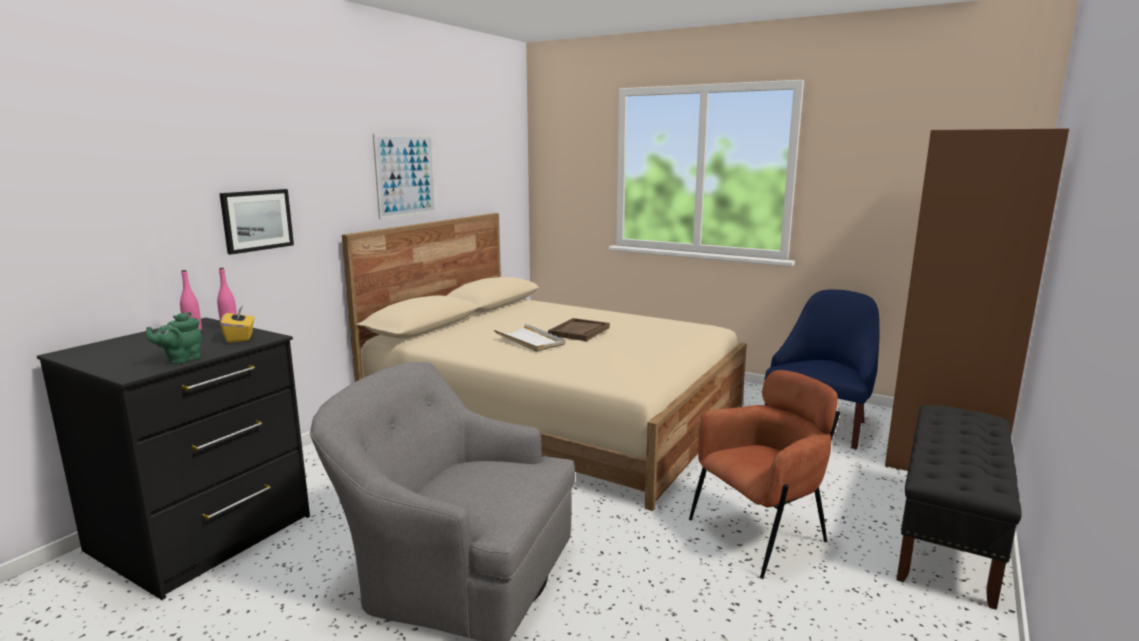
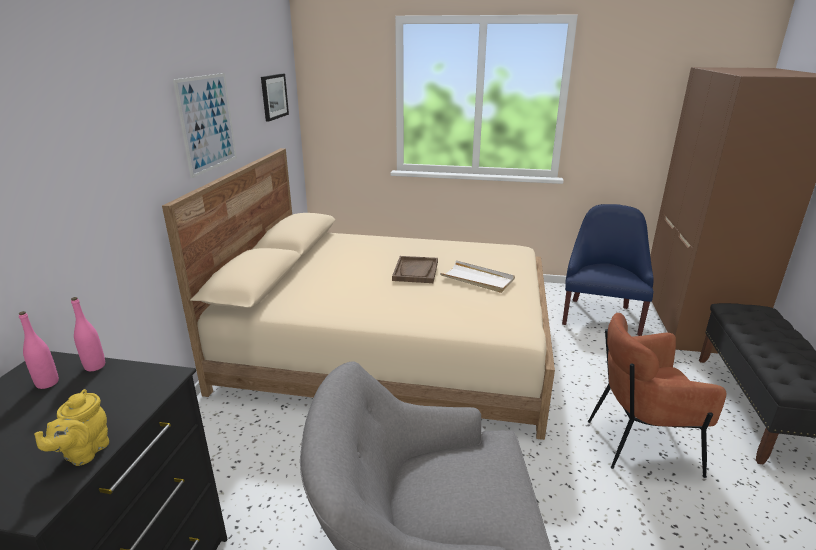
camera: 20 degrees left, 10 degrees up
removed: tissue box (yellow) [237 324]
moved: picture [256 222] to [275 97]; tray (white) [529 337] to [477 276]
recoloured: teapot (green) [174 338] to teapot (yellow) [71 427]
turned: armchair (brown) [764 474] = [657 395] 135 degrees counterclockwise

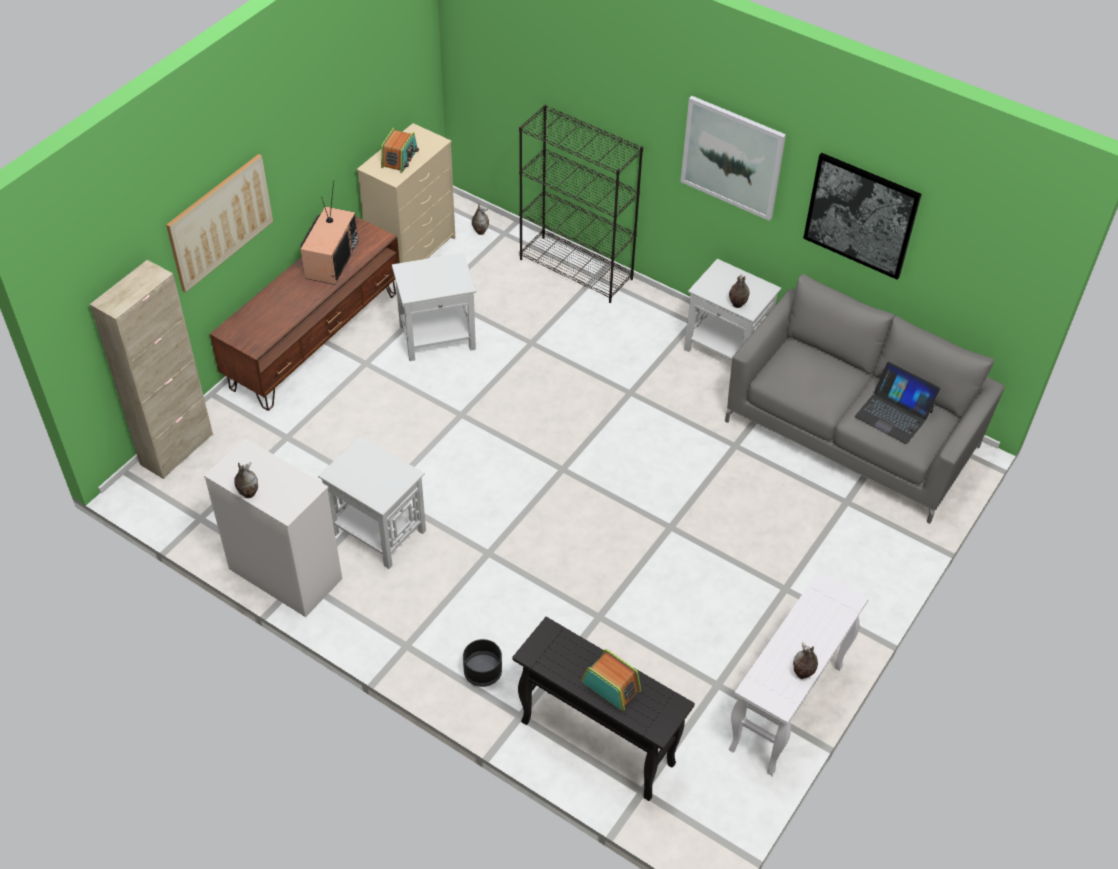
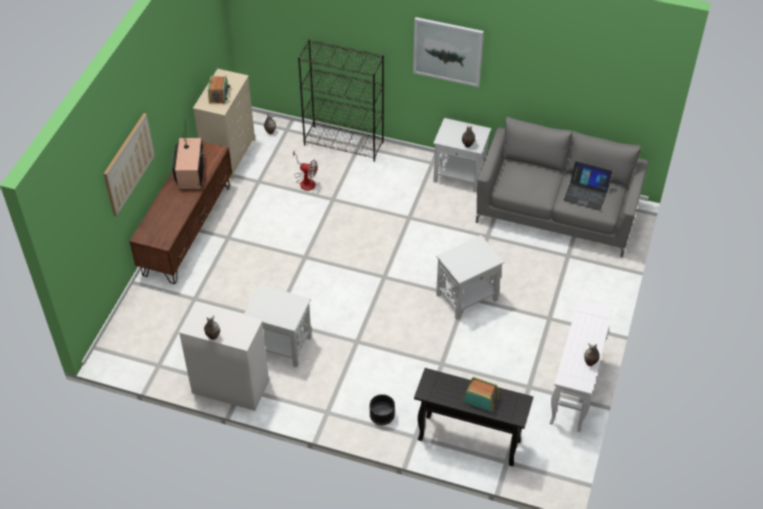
camera: 15 degrees left, 0 degrees up
removed: cabinet (beige) [151 369]; picture [862 216]
added: fan [305 171]
moved: side table (white) [434 307] to [470 277]

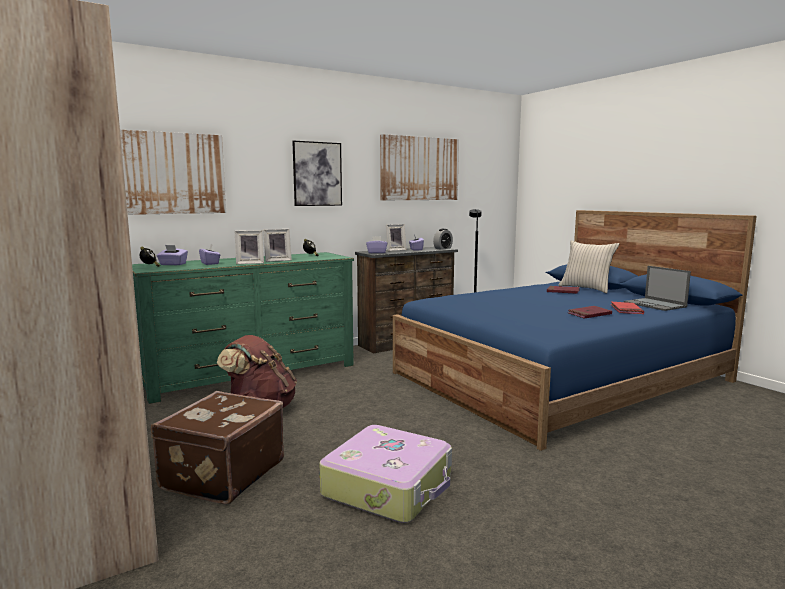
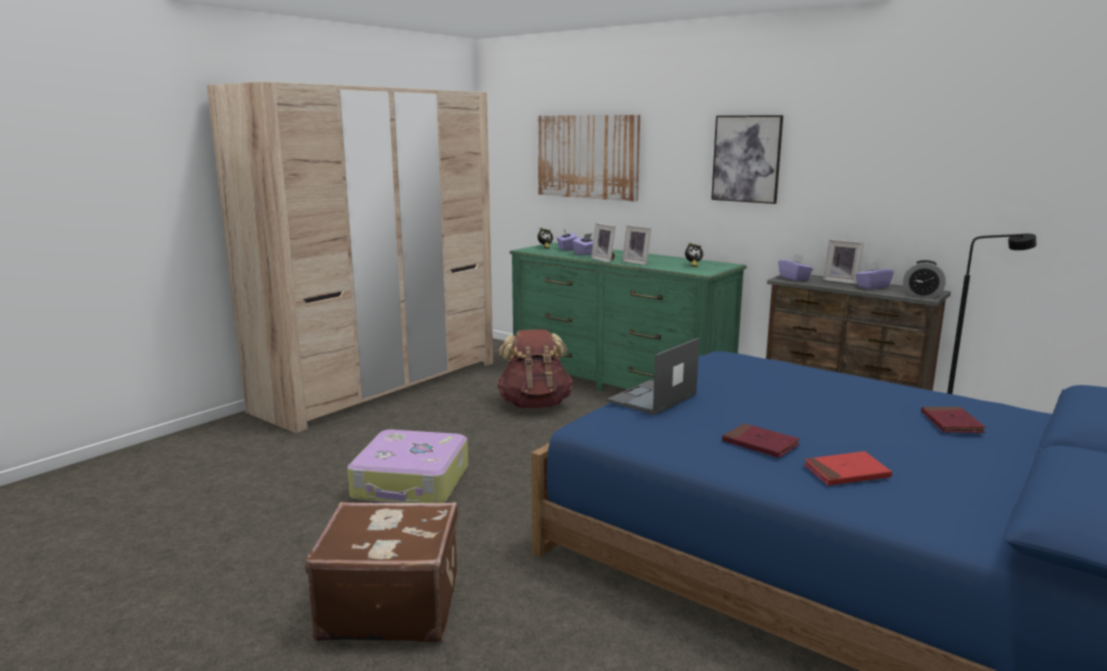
camera: 70 degrees right, 5 degrees up
removed: picture [419 167]; pillow (beige) [588 266]
moved: suitcase (brown) [217 448] to [381 572]; laptop [657 288] to [653 376]

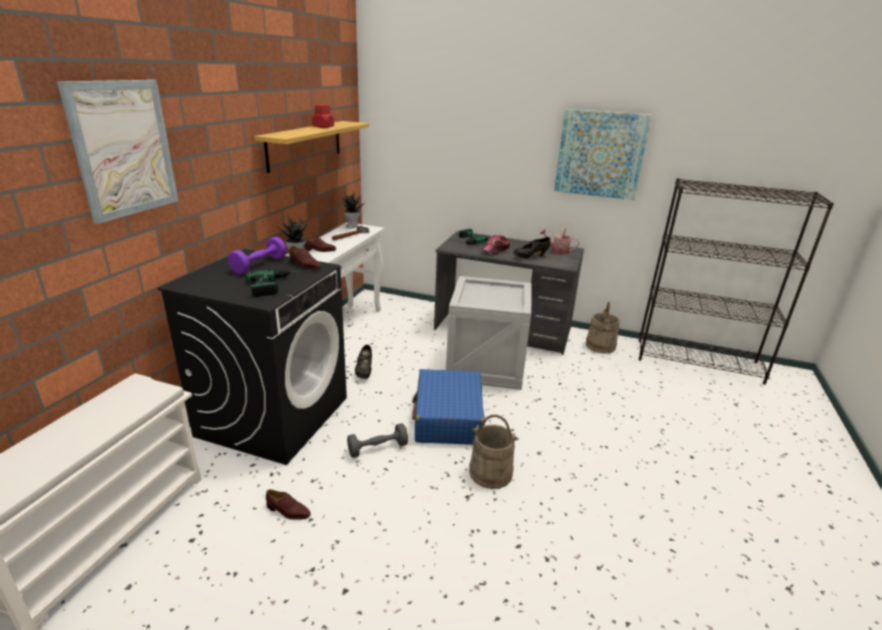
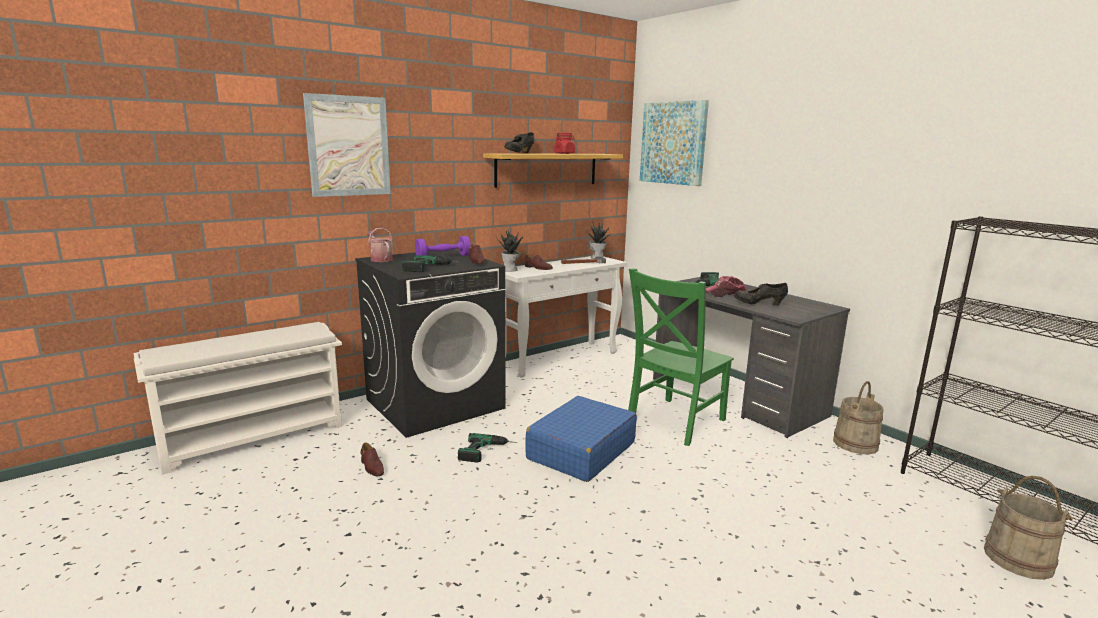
camera: 35 degrees right, 10 degrees down
moved: watering can [559 241] to [380 245]; shoe (black) [363 362] to [519 142]; picture [602 154] to [674 143]; bucket (beige) [494 452] to [1029 528]
replaced: dumbbell (grey) [377 440] to power drill [487 448]; crate [489 333] to chair (green) [681 357]

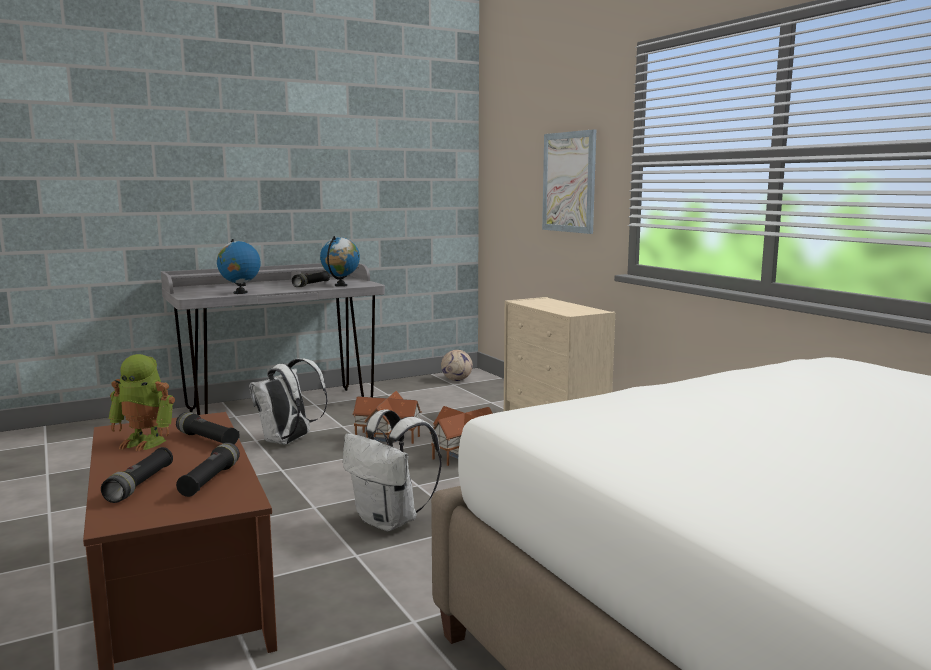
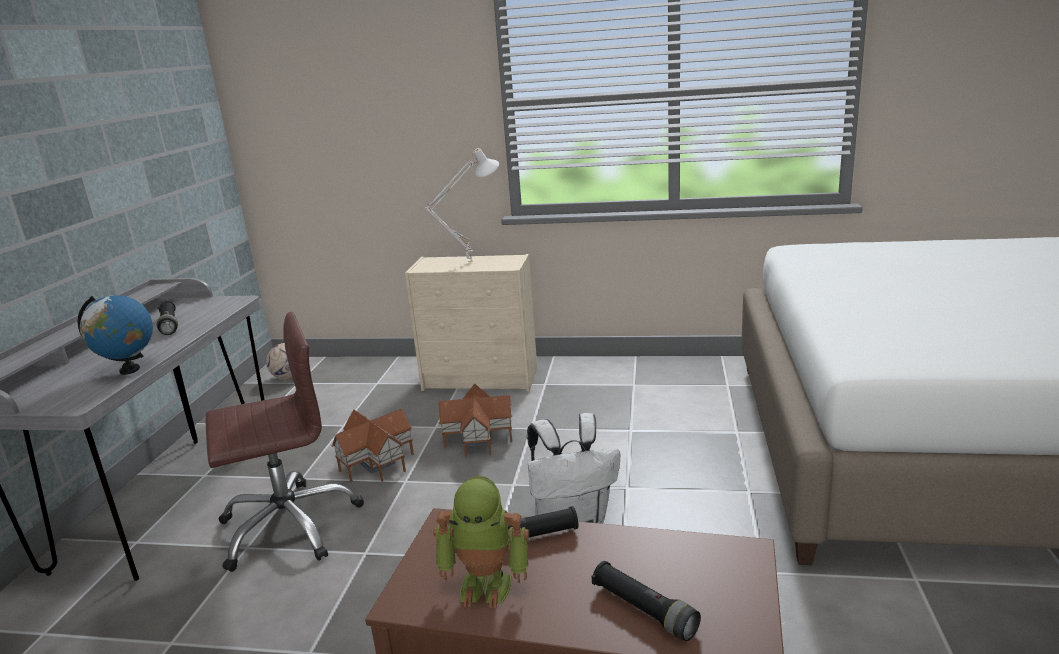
camera: 50 degrees left, 10 degrees up
removed: flashlight (black) [208 469]; globe [340 261]; picture [569 181]
added: table lamp (white) [462 205]
replaced: backpack (white) [288 401] to office chair (brown) [285 442]
turned: toy robot [141 402] = [481 542] 45 degrees clockwise

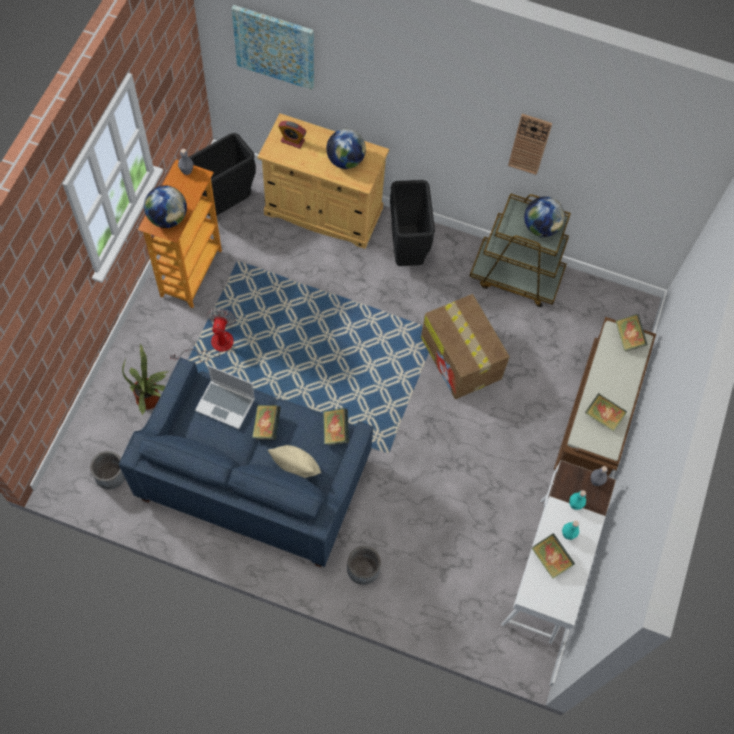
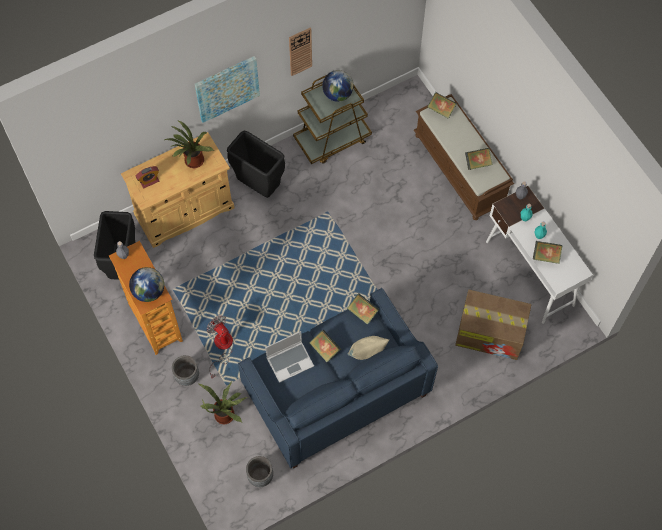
camera: 45 degrees left, 0 degrees up
moved: planter (grey) [364 565] to [185 370]; picture [272 47] to [227 89]; cardboard box [465 346] to [493 325]
replaced: globe [346 149] to potted plant [189 144]

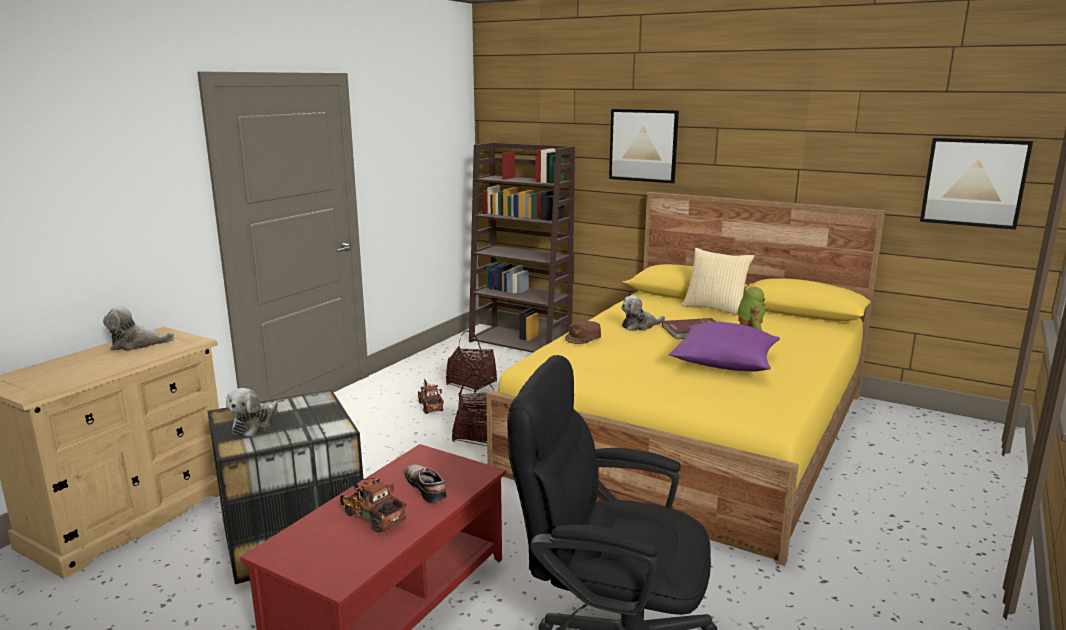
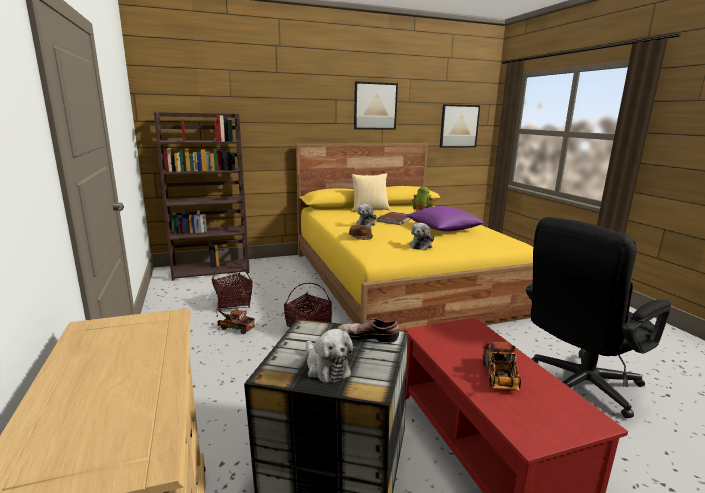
camera: 50 degrees left, 0 degrees up
moved: shoe [426 483] to [368 330]; picture [644 146] to [376 105]; plush toy [138 328] to [421 236]
turned: toy truck [373 502] = [502 366] 75 degrees counterclockwise

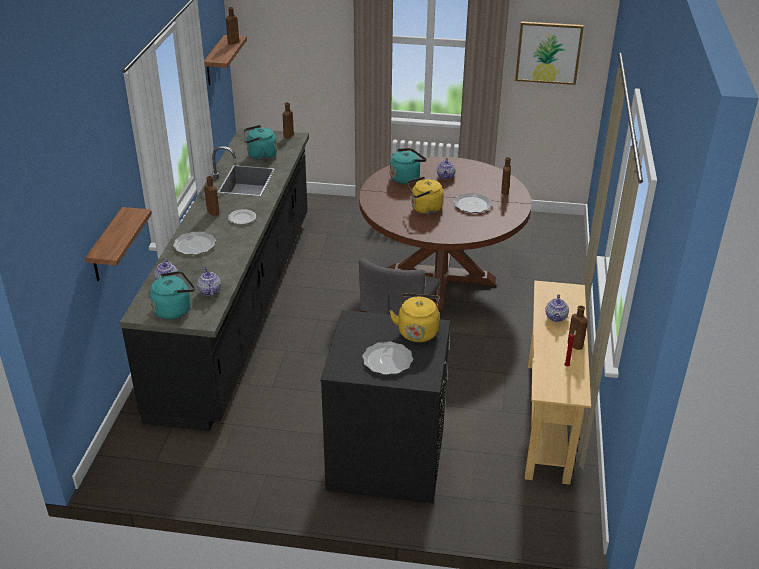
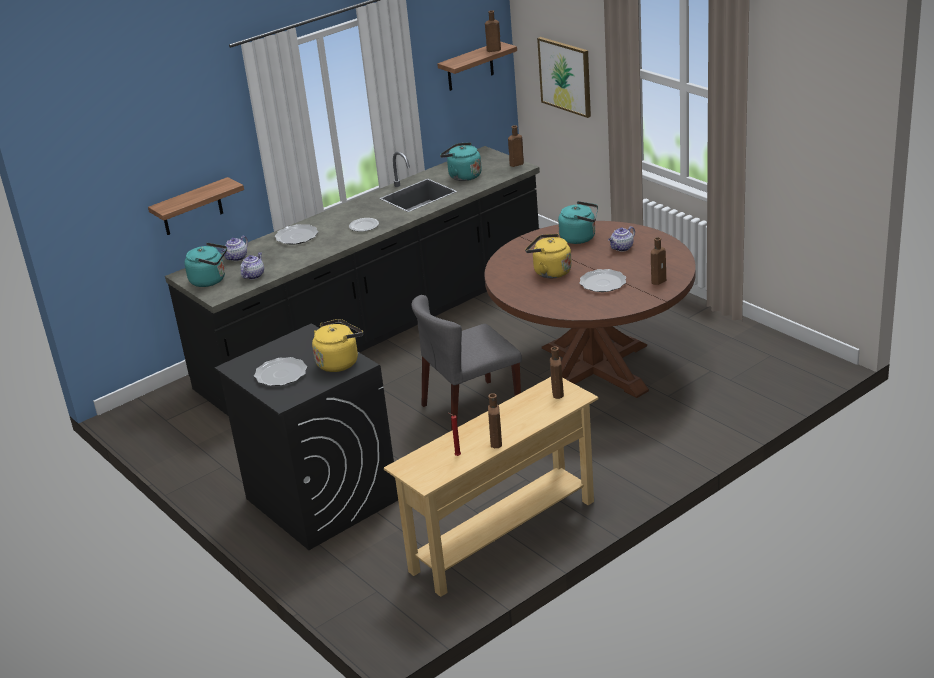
camera: 45 degrees right, 5 degrees down
removed: teapot [557 308]
moved: picture [549 53] to [564 77]; bottle (brown) [212 196] to [557 372]

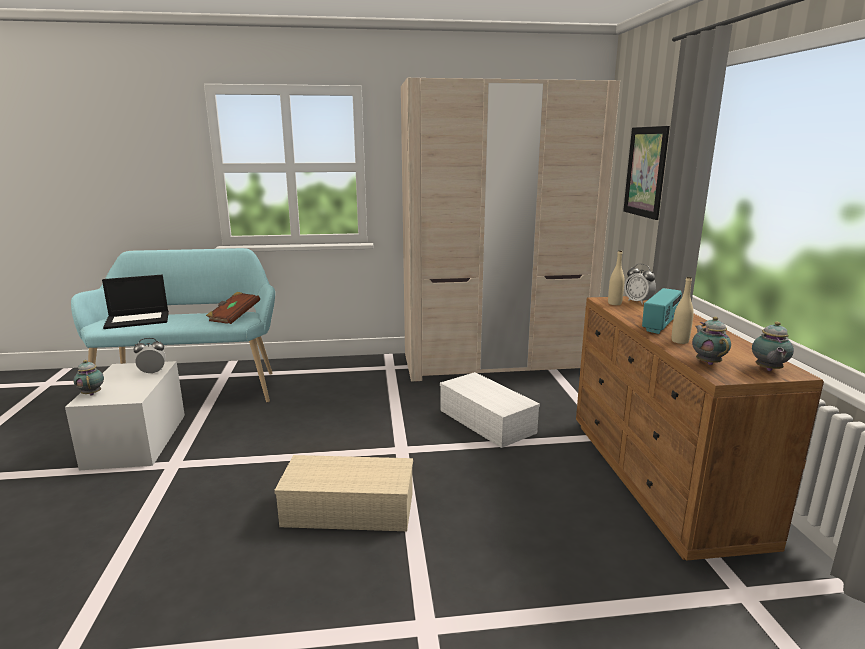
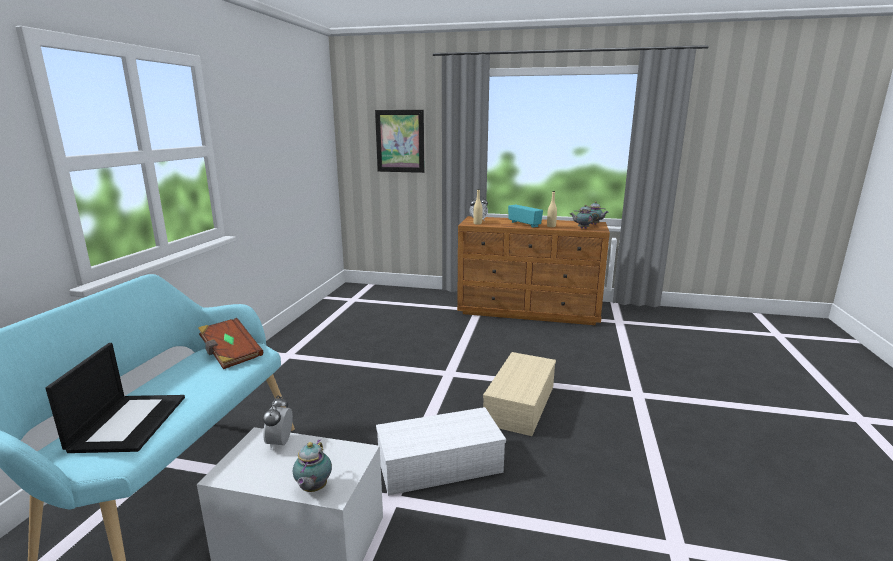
camera: 70 degrees left, 0 degrees up
removed: wardrobe (beige) [510 230]
moved: storage box (white) [490 410] to [441 451]
turned: teapot [88 378] = [312 465] 75 degrees counterclockwise

